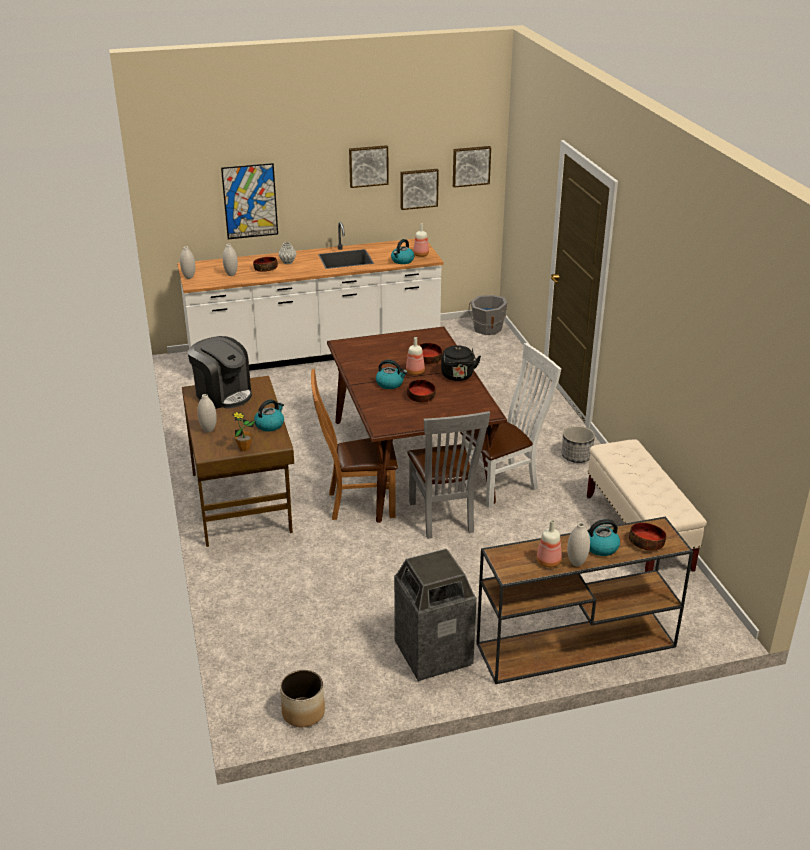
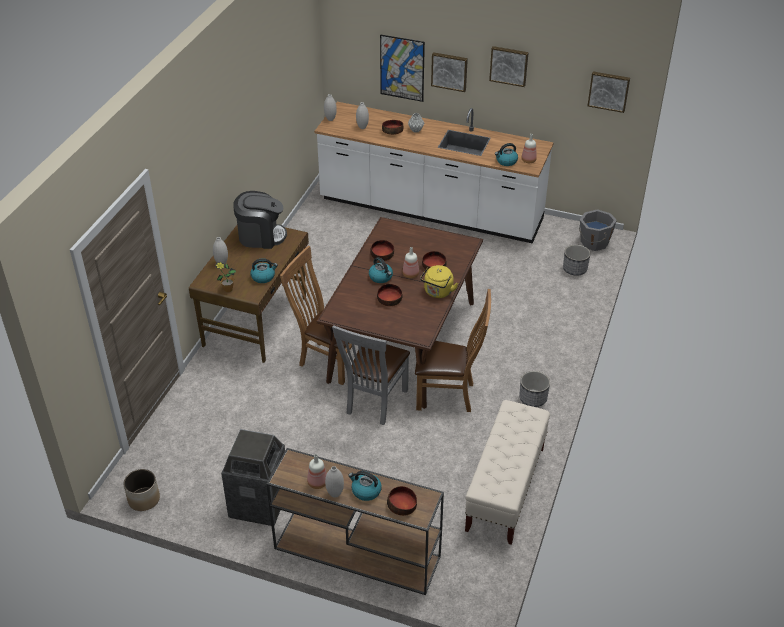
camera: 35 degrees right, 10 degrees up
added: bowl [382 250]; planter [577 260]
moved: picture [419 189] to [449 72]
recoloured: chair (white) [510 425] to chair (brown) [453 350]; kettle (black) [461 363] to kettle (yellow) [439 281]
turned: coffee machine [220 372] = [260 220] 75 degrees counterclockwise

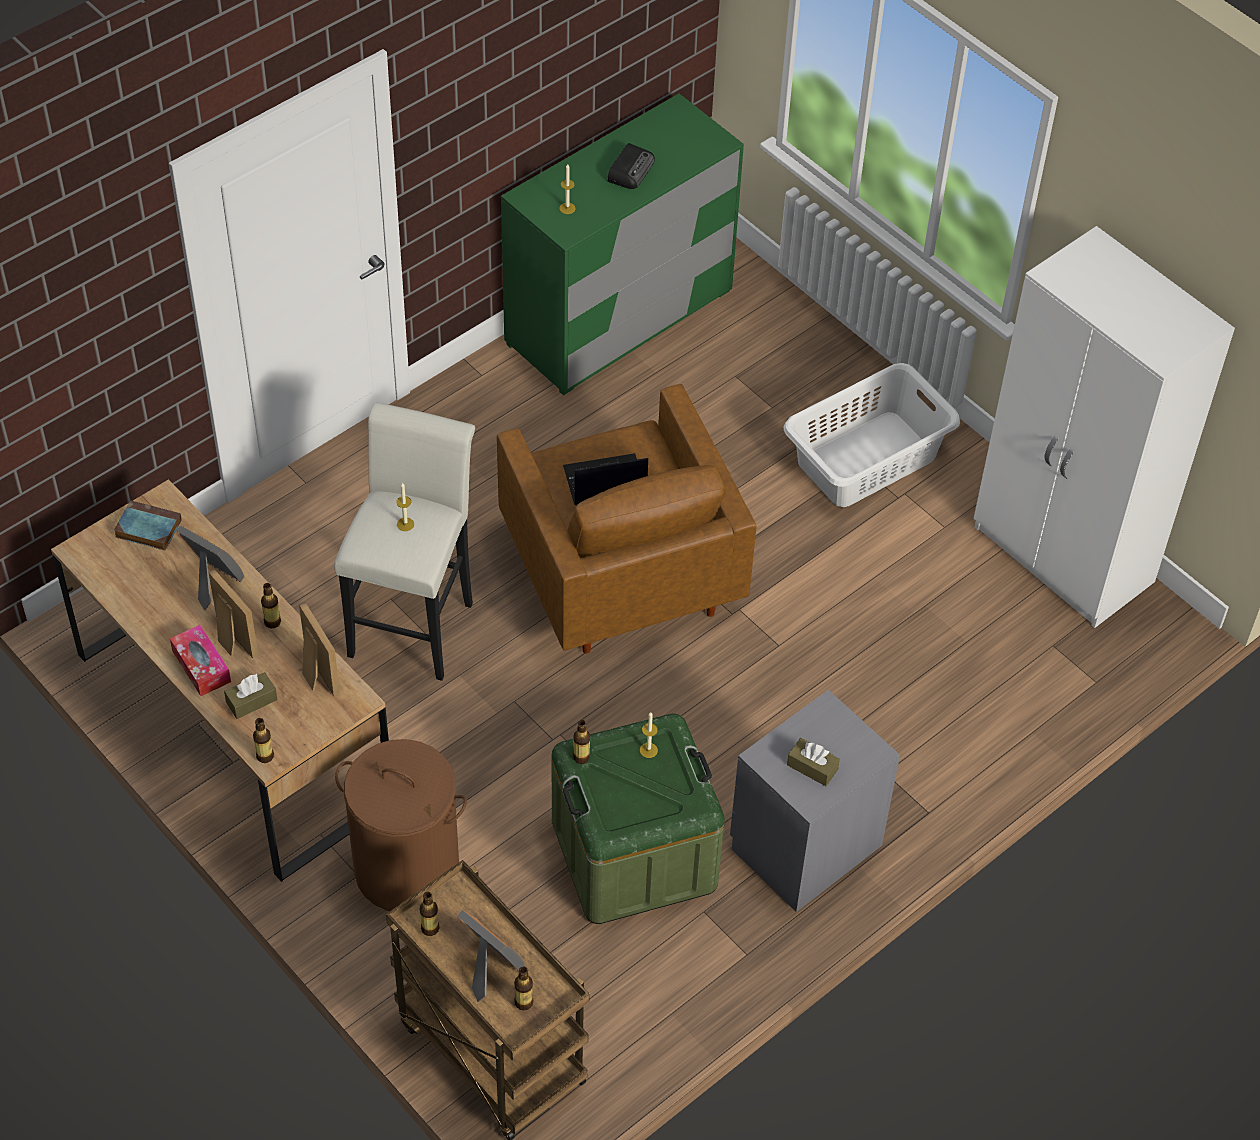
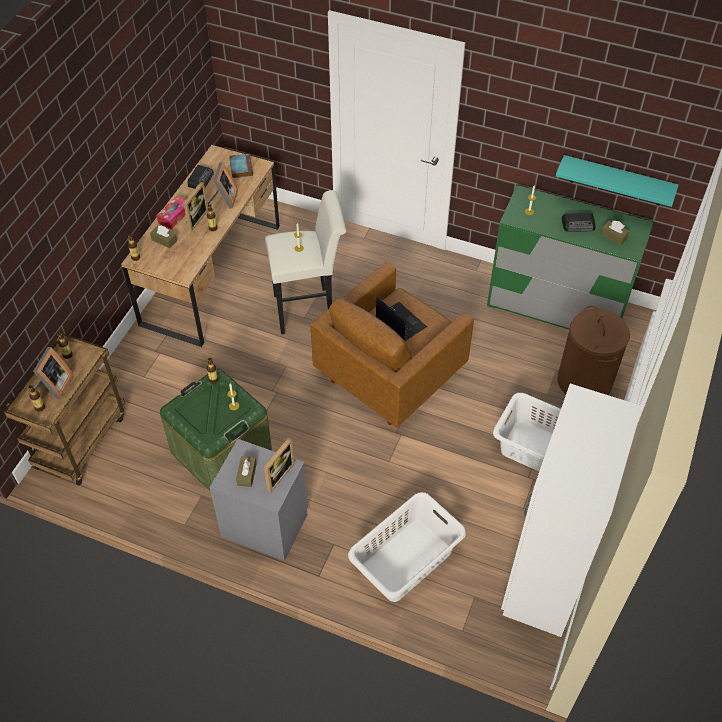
camera: 65 degrees right, 0 degrees up
added: radio [200 177]; laundry basket (white) [407 547]; shelf (turquoise) [617 181]; tissue box (brown) [615 232]
moved: picture frame [319 649] to [279 465]; laundry basket (brown) [401 825] to [593 350]

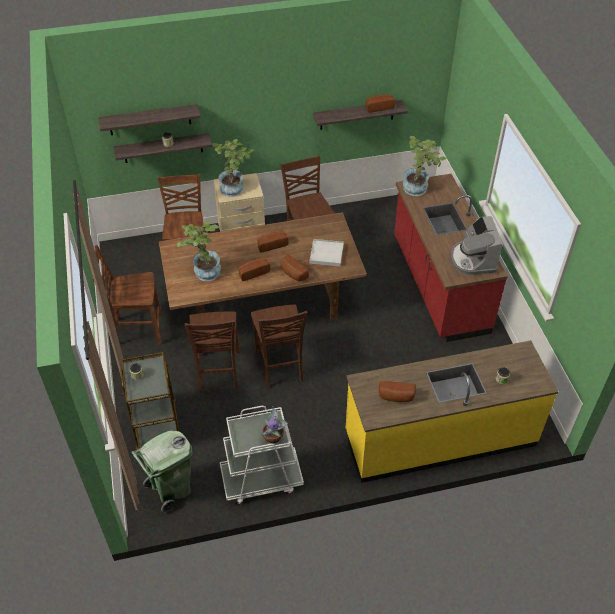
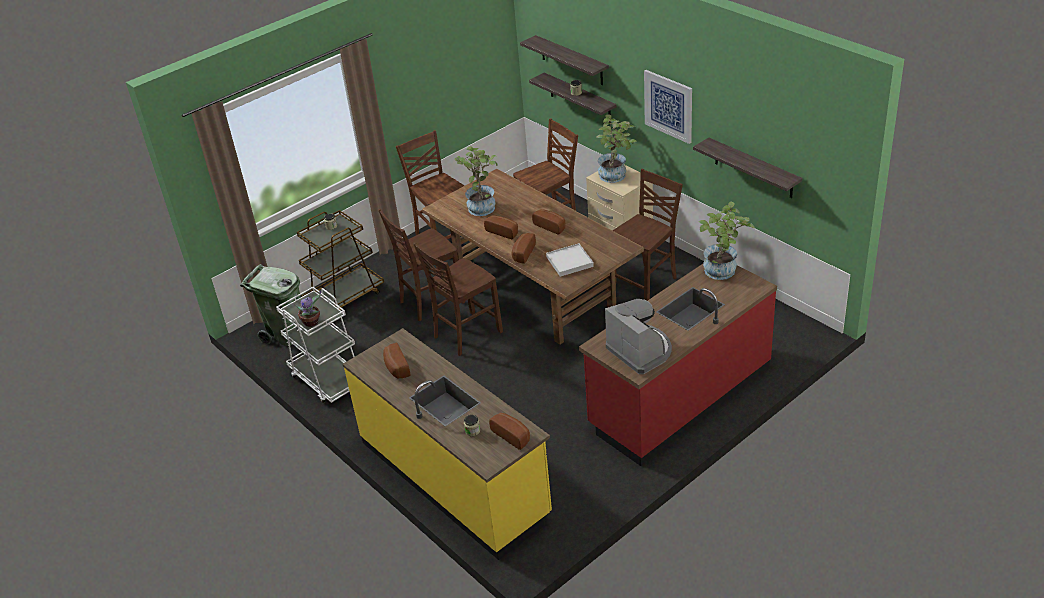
camera: 65 degrees right, 10 degrees down
added: picture [668 107]
moved: bread [380 103] to [509 431]
turned: coffee machine [477 245] = [638 336] 90 degrees clockwise

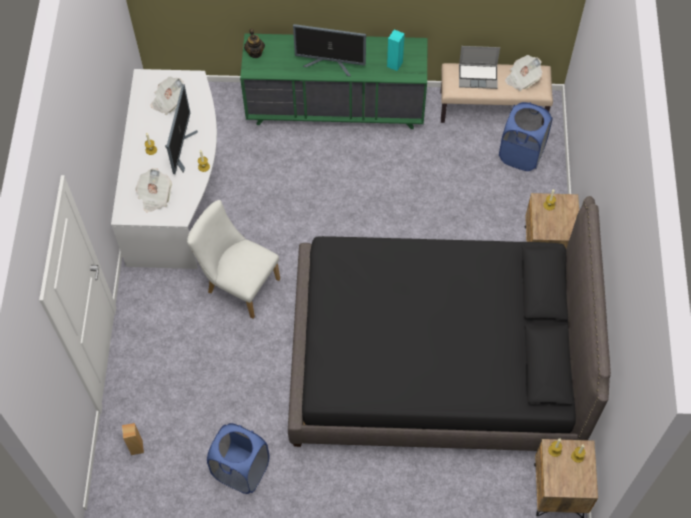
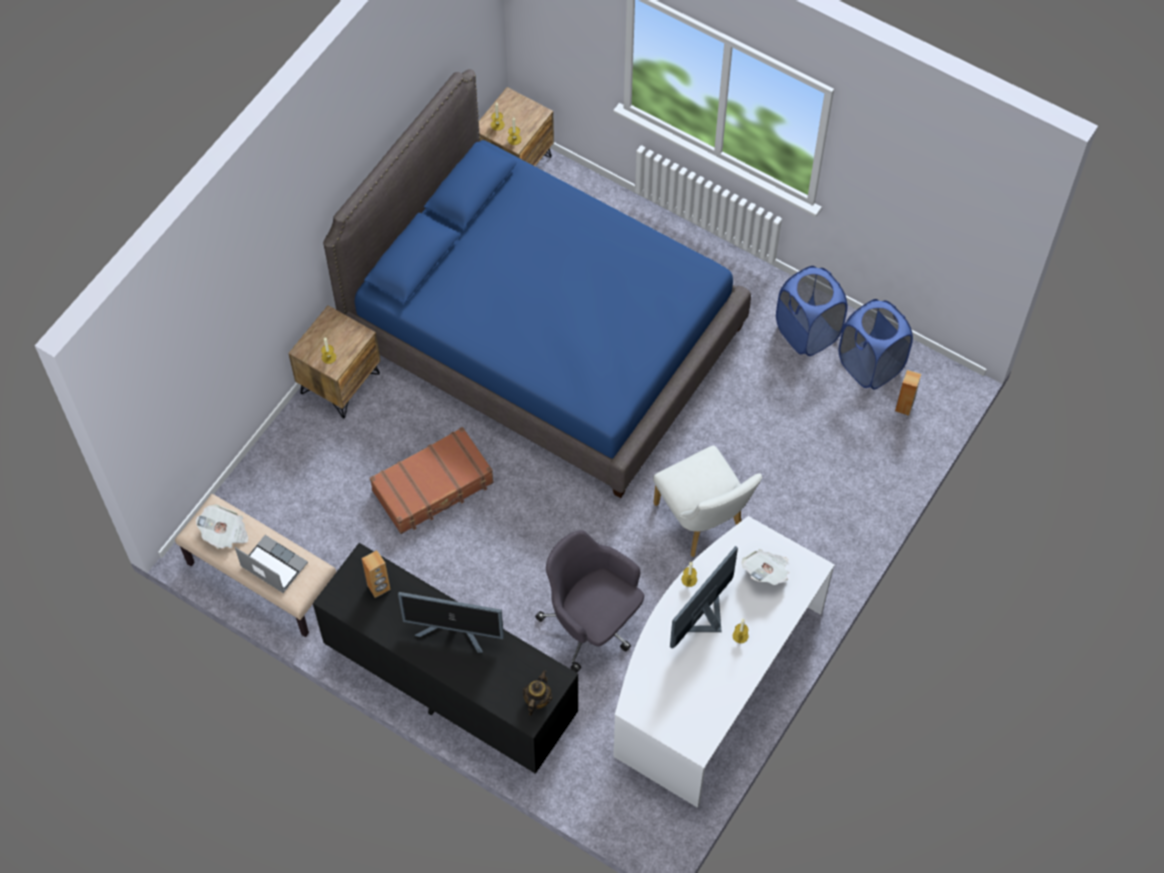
camera: 150 degrees left, 0 degrees up
removed: newspaper [167 95]
added: suitcase (brown) [432 480]; office chair (grey) [590 601]
moved: laundry basket (blue) [525 136] to [876 344]
recoloured: dresser (green) [333 81] to dresser (black) [445 658]; bed (black) [449 323] to bed (blue) [537 283]; speaker (turquoise) [396 50] to speaker (brown) [376 574]
turned: monitor [329 50] = [451 622] 150 degrees clockwise

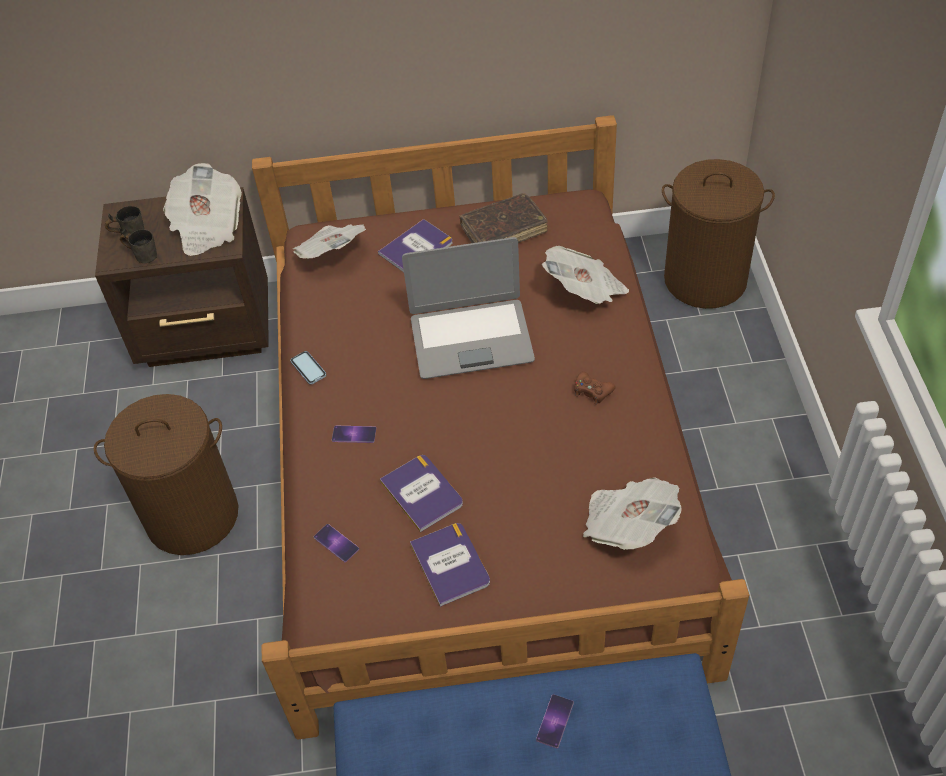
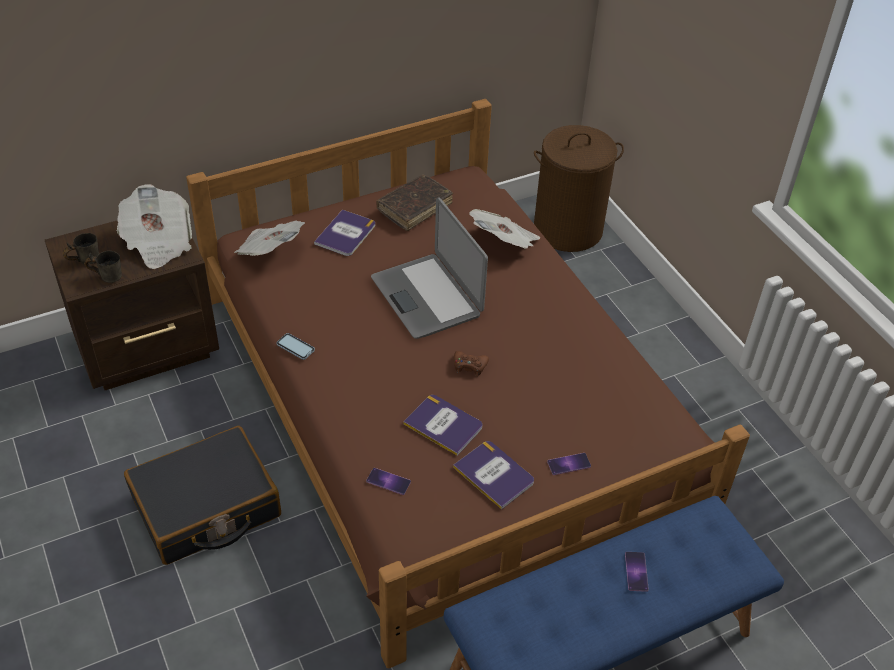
camera: 25 degrees left, 5 degrees down
removed: newspaper [632 513]
moved: game controller (brown) [595 388] to [471 364]; phone [354 434] to [569 464]
replaced: laundry basket (brown) [166 474] to suitcase (black) [202 495]
turned: laptop [468 308] = [429 268] 90 degrees clockwise

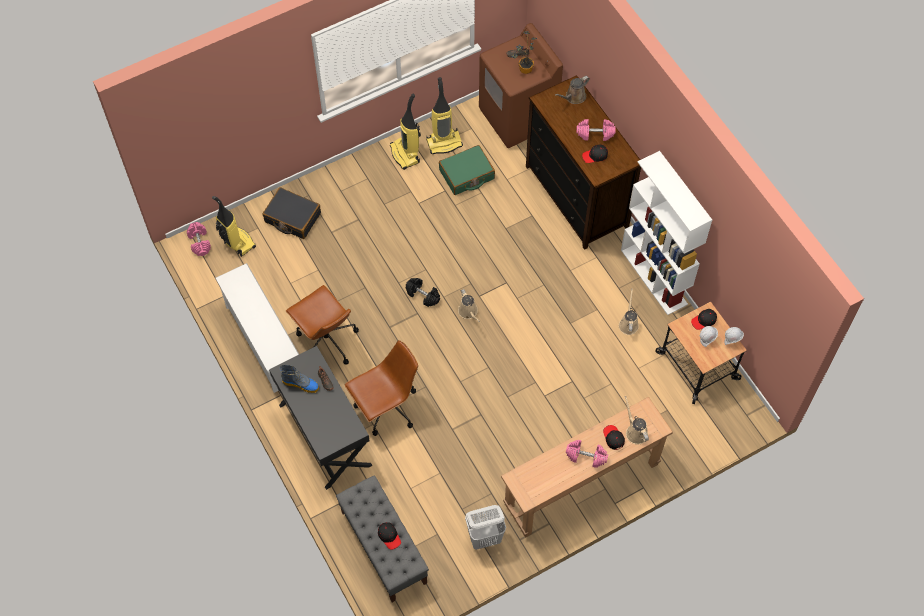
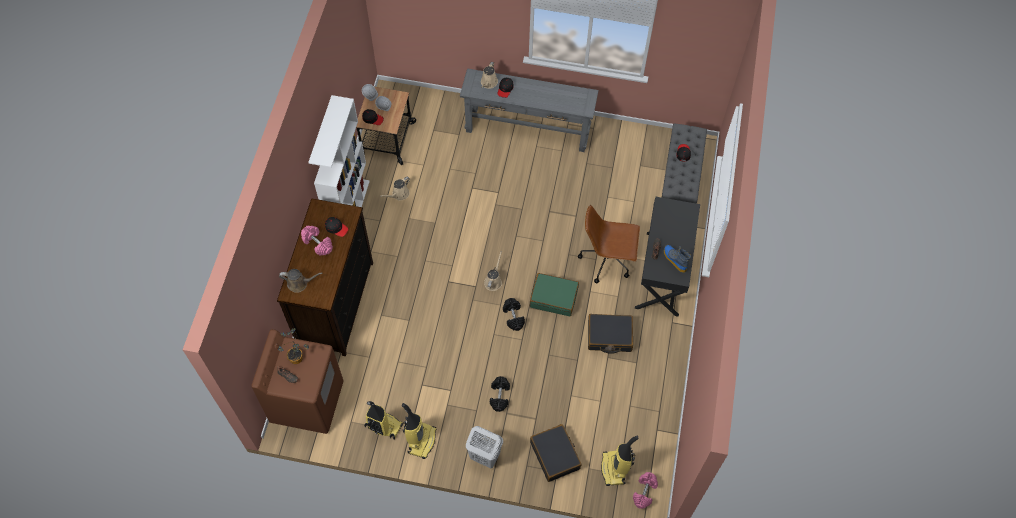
camera: 140 degrees left, 0 degrees up
removed: shoe rack (white) [257 328]; dumbbell (pink) [587 454]
added: dumbbell (black) [500 394]
moved: laundry basket (white) [485 527] to [484 447]; suitcase (green) [467 170] to [554 294]
replaced: office chair (brown) [322 325] to suitcase (black) [610 334]
recoloured: console table (brown) [587 467] to console table (grey) [529 110]

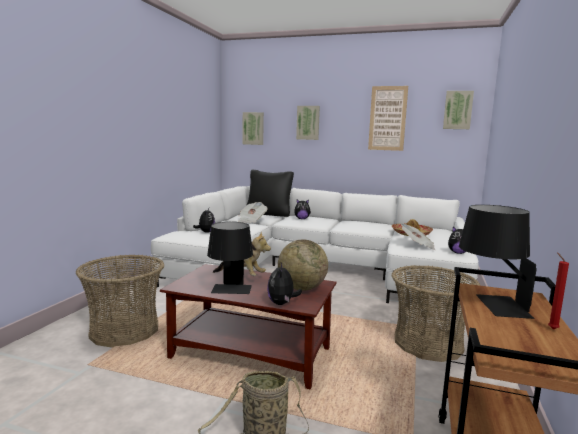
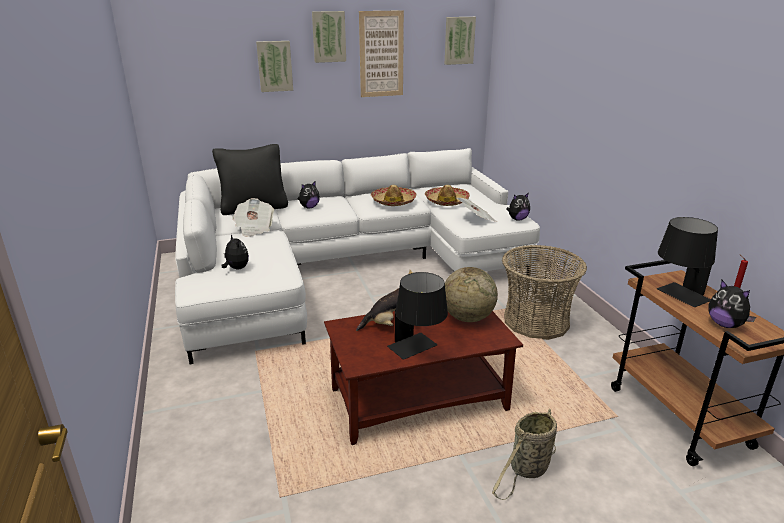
camera: 35 degrees left, 15 degrees up
removed: basket [120 301]
added: hat [393 195]
moved: picture [253 128] to [329 37]; plush toy [284 284] to [732 304]

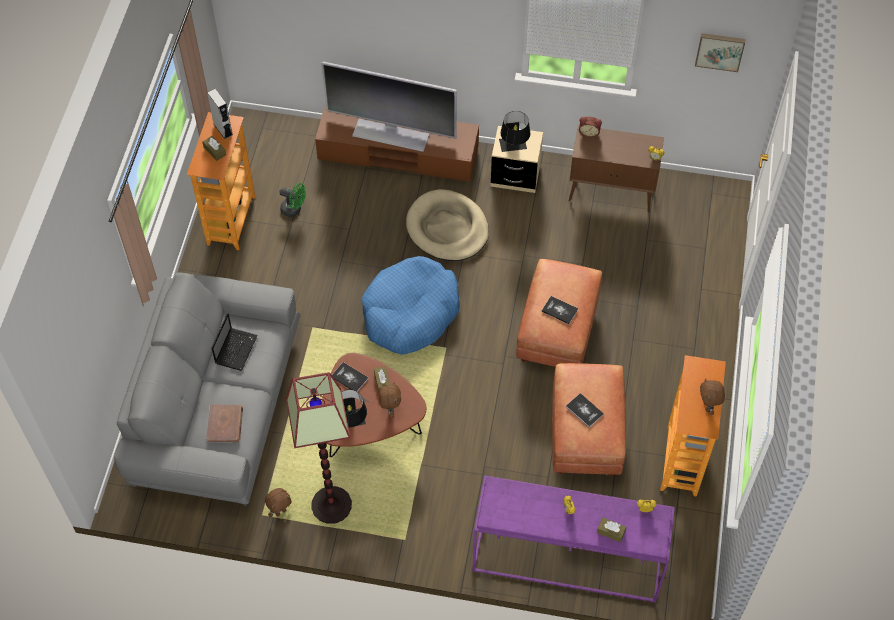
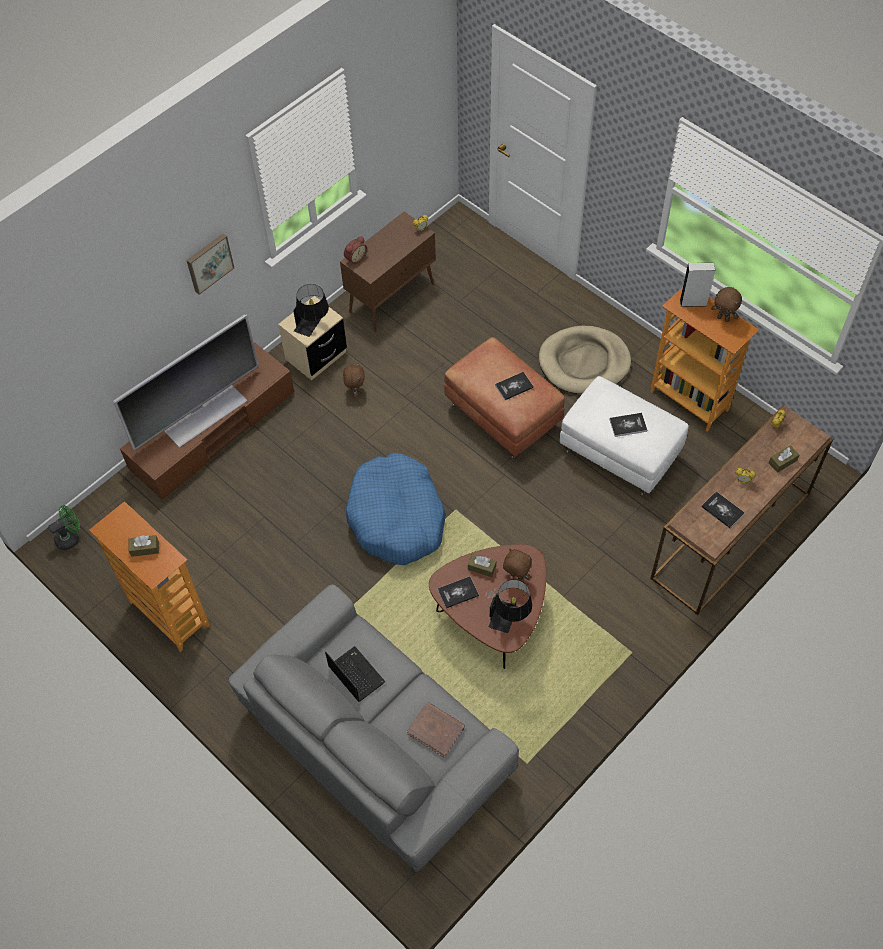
camera: 55 degrees left, 0 degrees up
removed: floor lamp [319 448]
added: book [723 509]
moved: fan (green) [292 200] to [64 527]; picture [720 52] to [210 264]; plush toy (brown) [278 502] to [354 380]; dog bed (beige) [447 225] to [585 360]; speaker (grey) [220 114] to [697 285]
recoloured: ottoman (brown) [589 419] to ottoman (white) [624 436]; console table (purple) [573 539] to console table (brown) [741 510]

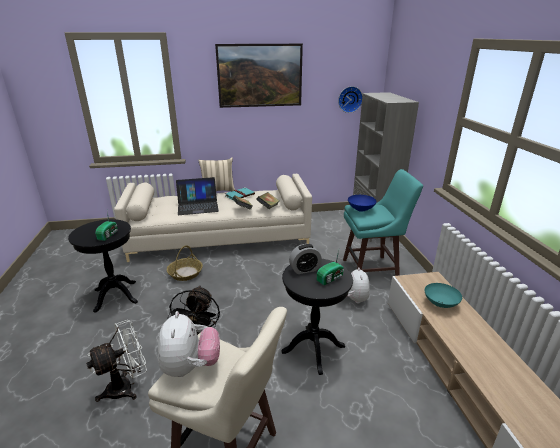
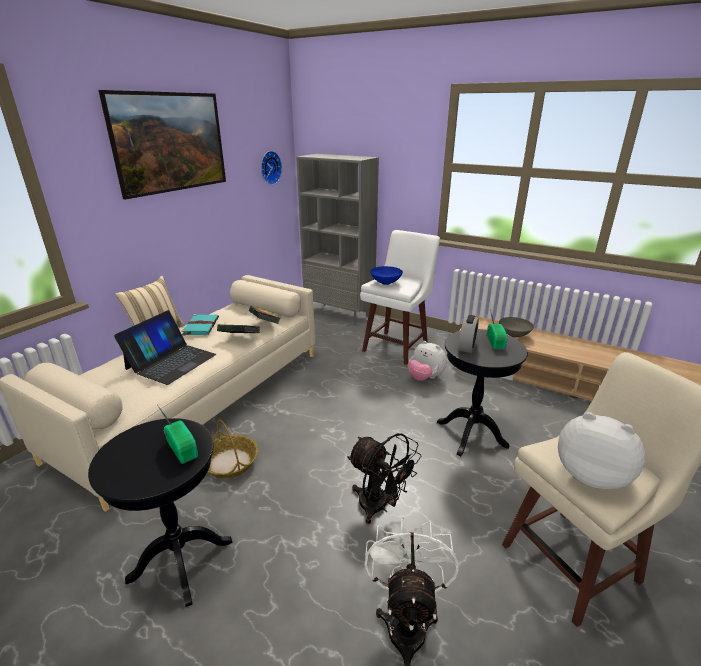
camera: 50 degrees left, 0 degrees up
recoloured: stool (turquoise) [383 222] to stool (white) [400 297]; bowl (turquoise) [443 295] to bowl (grey) [516 327]

